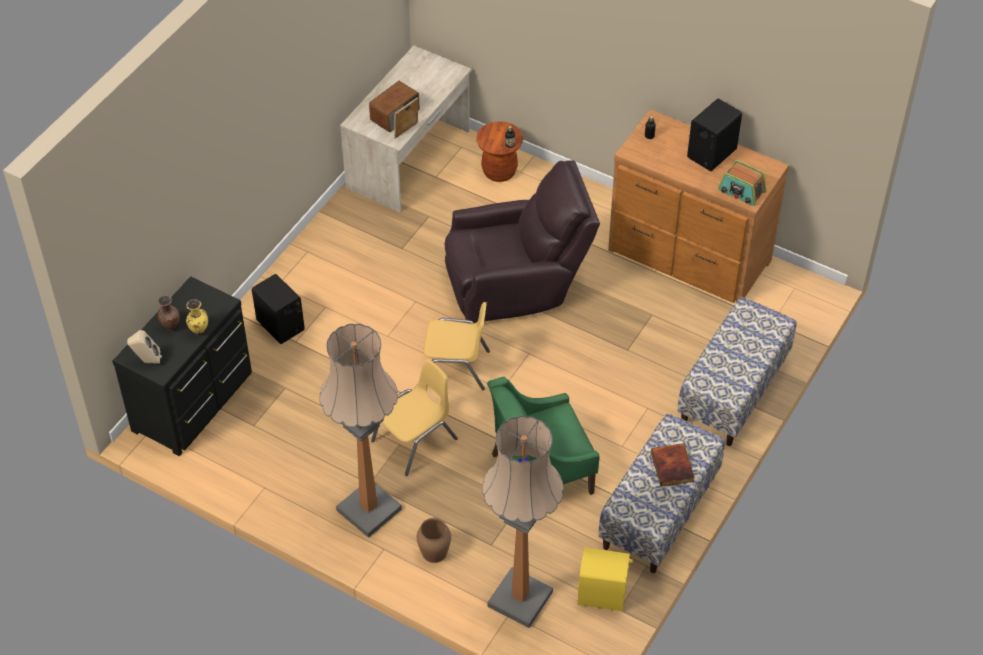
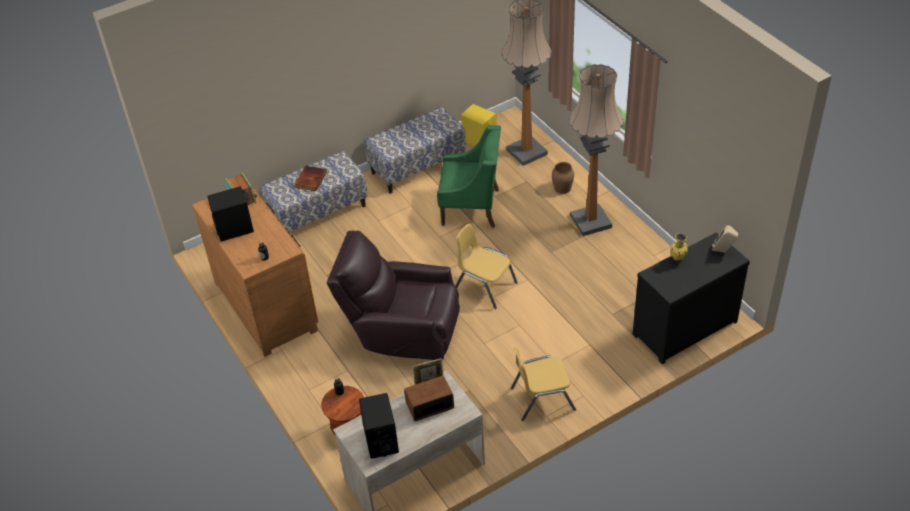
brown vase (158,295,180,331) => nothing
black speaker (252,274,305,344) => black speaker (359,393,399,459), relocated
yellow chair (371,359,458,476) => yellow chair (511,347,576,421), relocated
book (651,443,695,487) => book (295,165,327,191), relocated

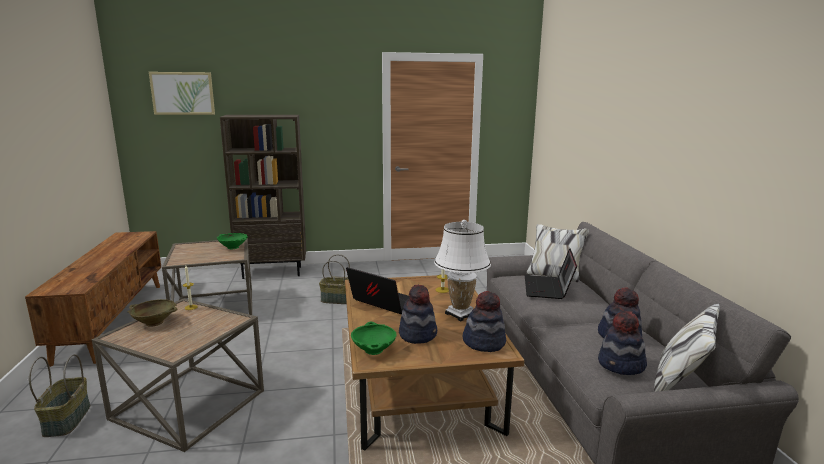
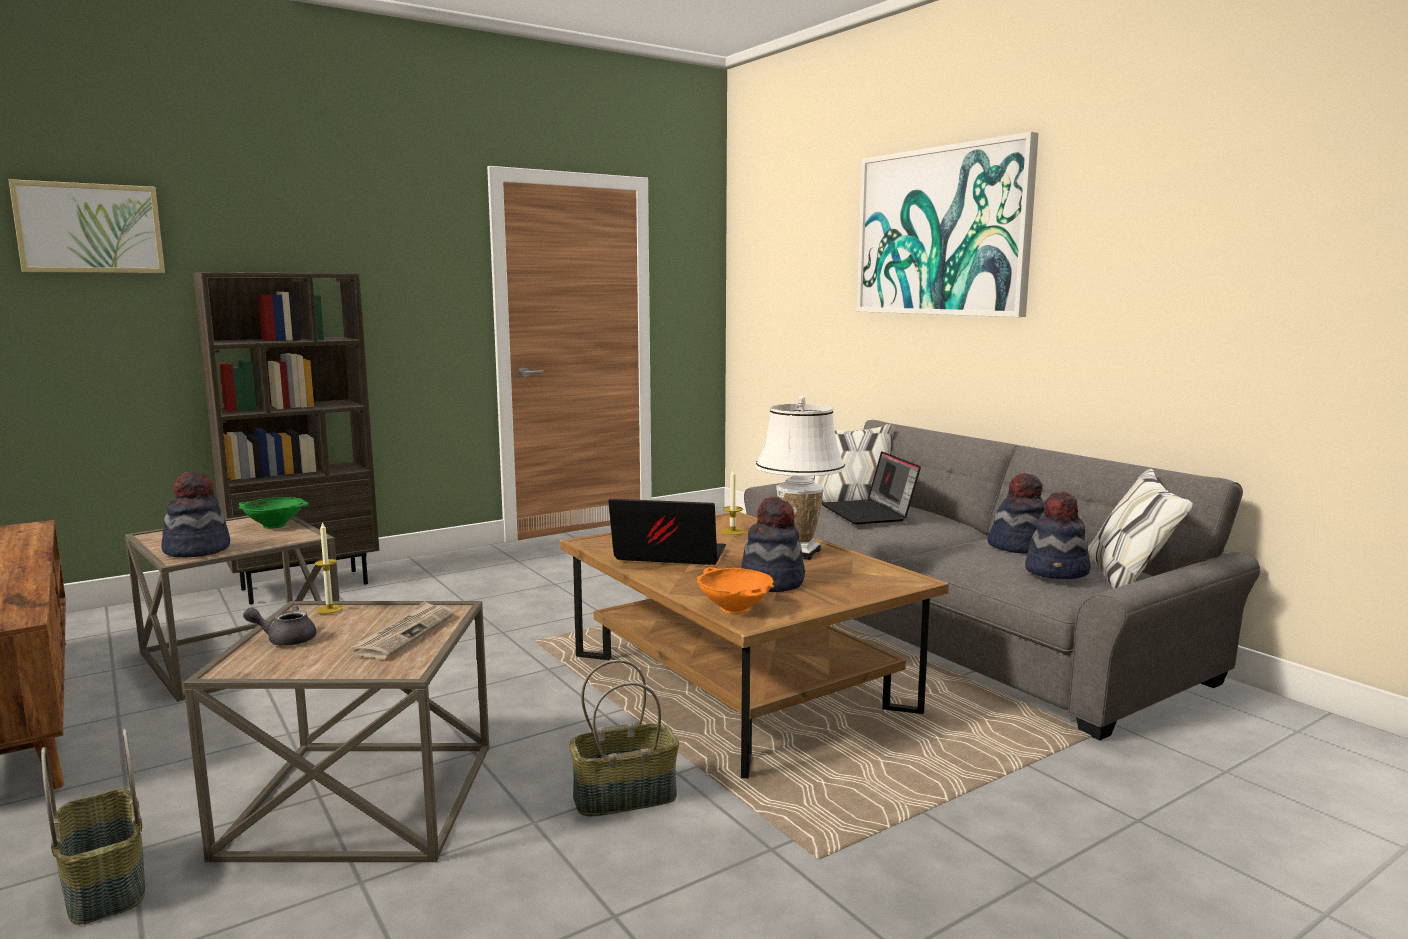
nothing => newspaper (350,601,454,659)
nothing => picture (857,132,1039,317)
basket (319,254,350,304) => basket (569,660,679,817), relocated
hat (463,291,506,352) => hat (161,472,230,557), relocated
beige bowl (127,299,177,327) => grey teapot (243,605,316,646)
green bowl (351,321,397,355) => orange bowl (697,567,774,614)

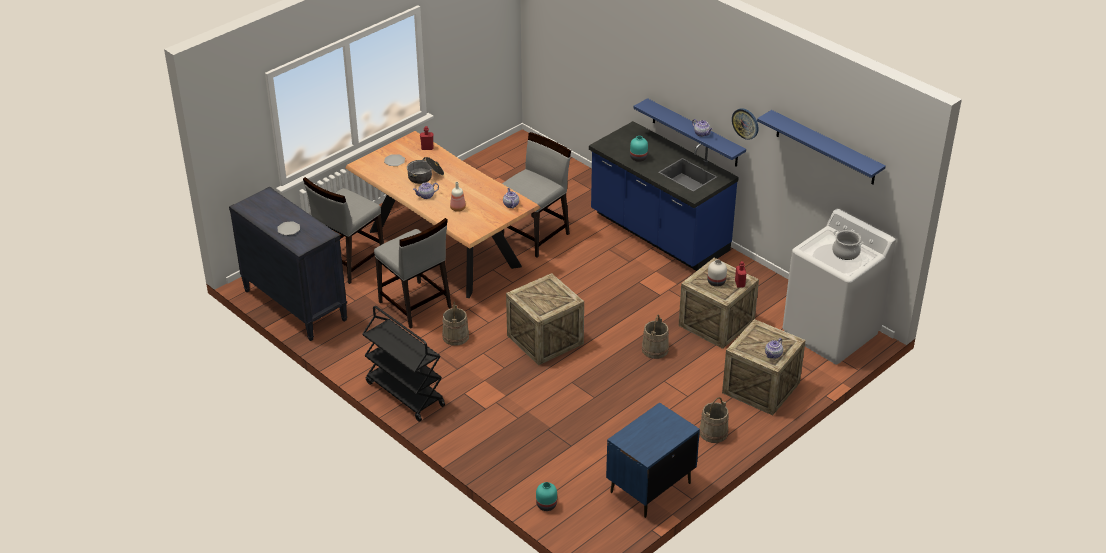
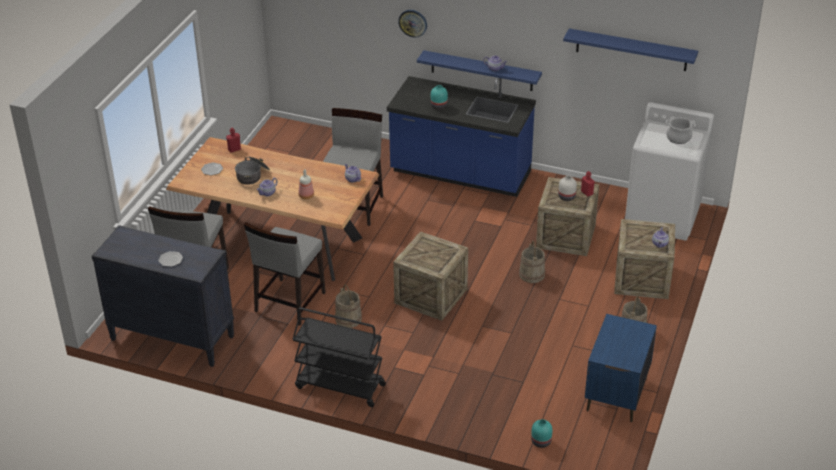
wall clock (732,108,758,140) => wall clock (398,10,427,38), relocated
grey chair (374,218,452,329) => grey chair (244,222,326,326), 90 degrees clockwise

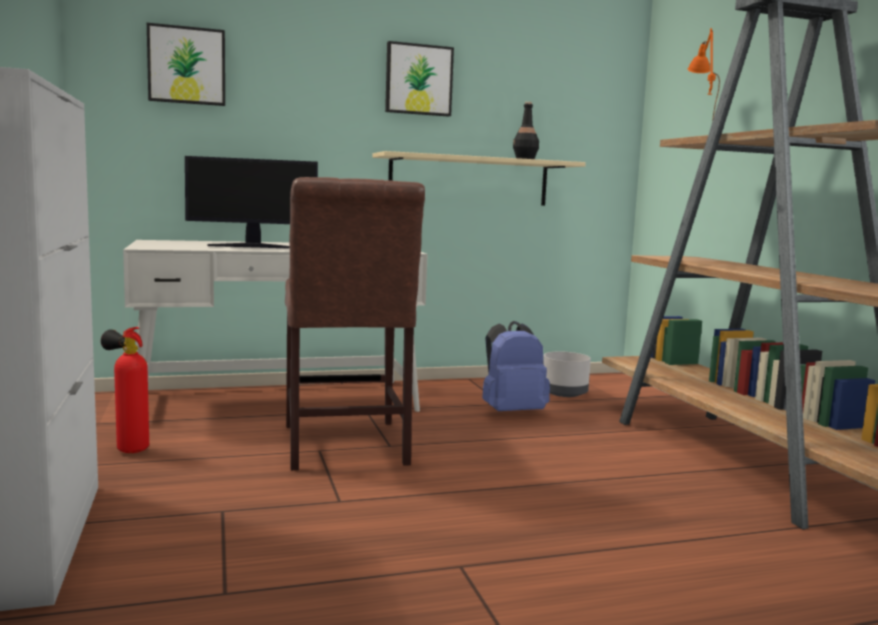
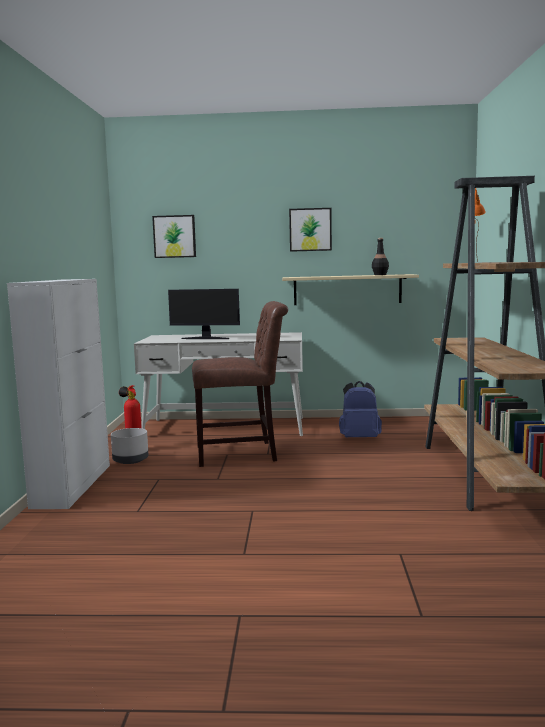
grey planter (543,351,591,397) => grey planter (111,428,149,464), relocated
brown chair (285,177,425,471) => brown chair (192,301,288,467), 105 degrees counterclockwise

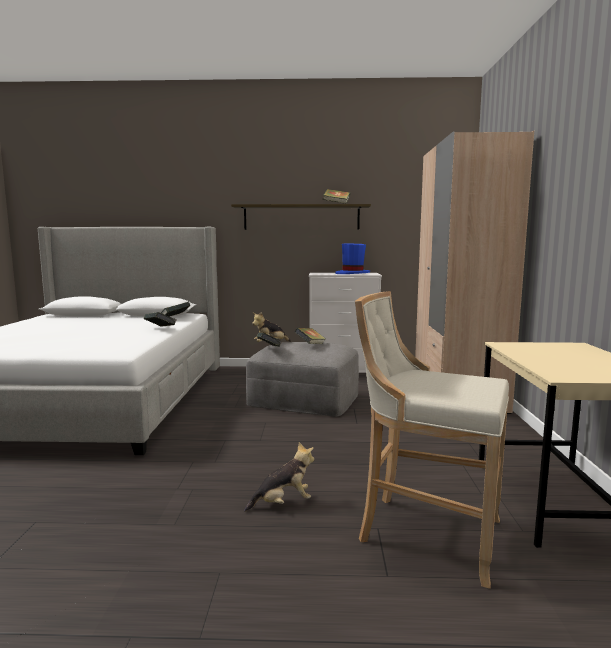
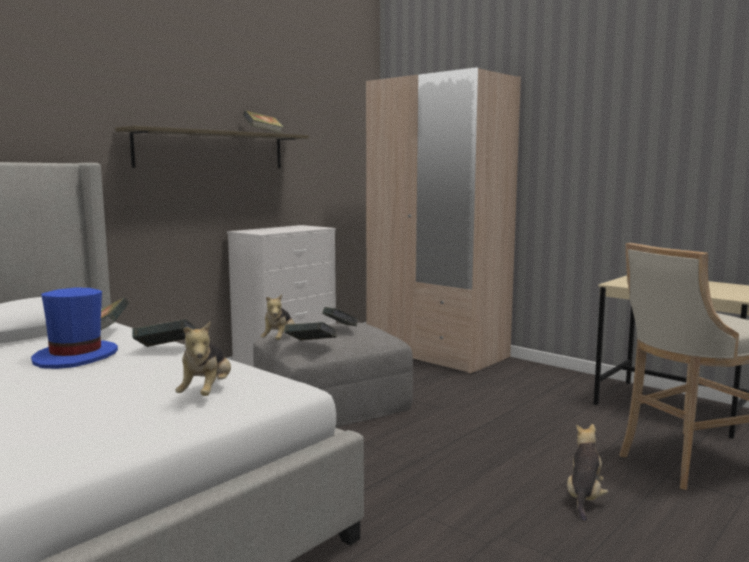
nothing => plush toy (175,322,231,396)
blue hat (335,243,370,274) => blue hat (31,287,118,369), relocated

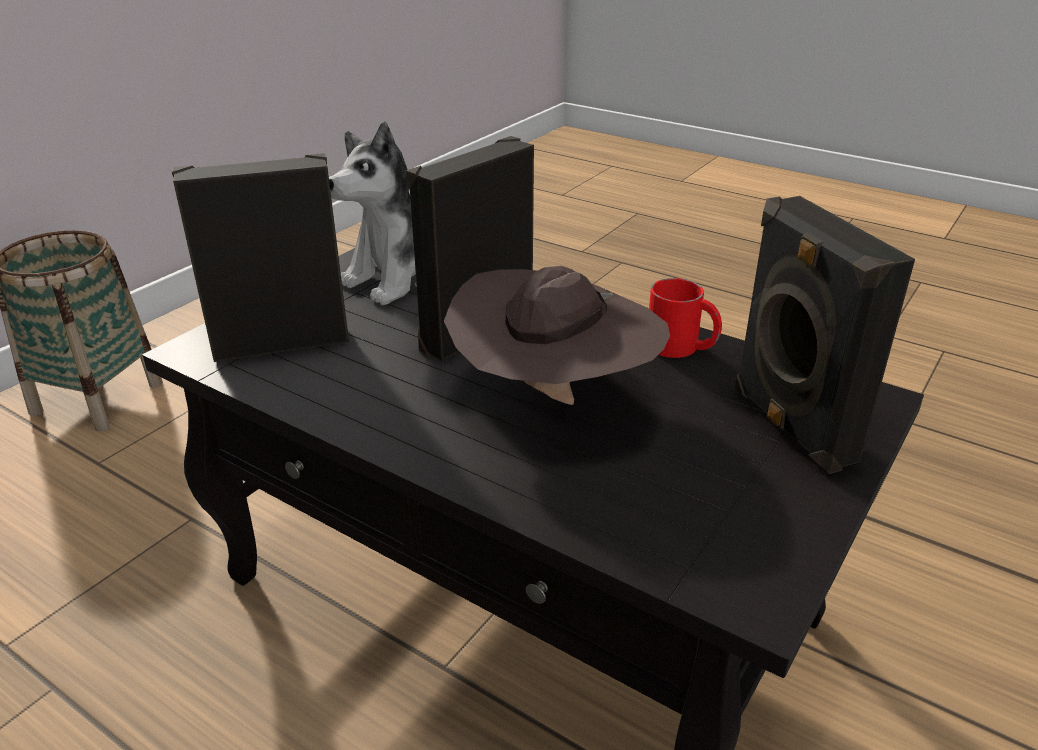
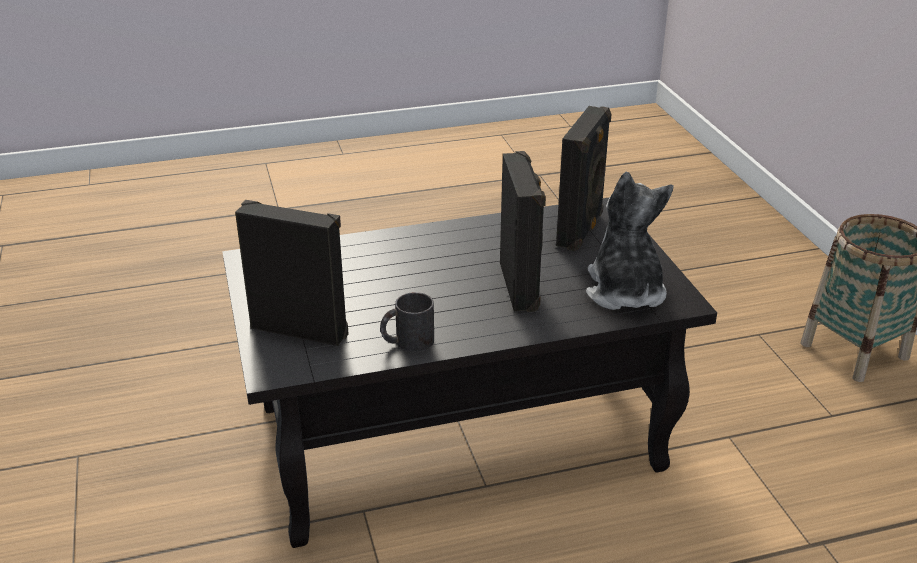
brown hat (444,266,670,405) => nothing
red mug (649,278,722,358) => black mug (380,292,434,352)

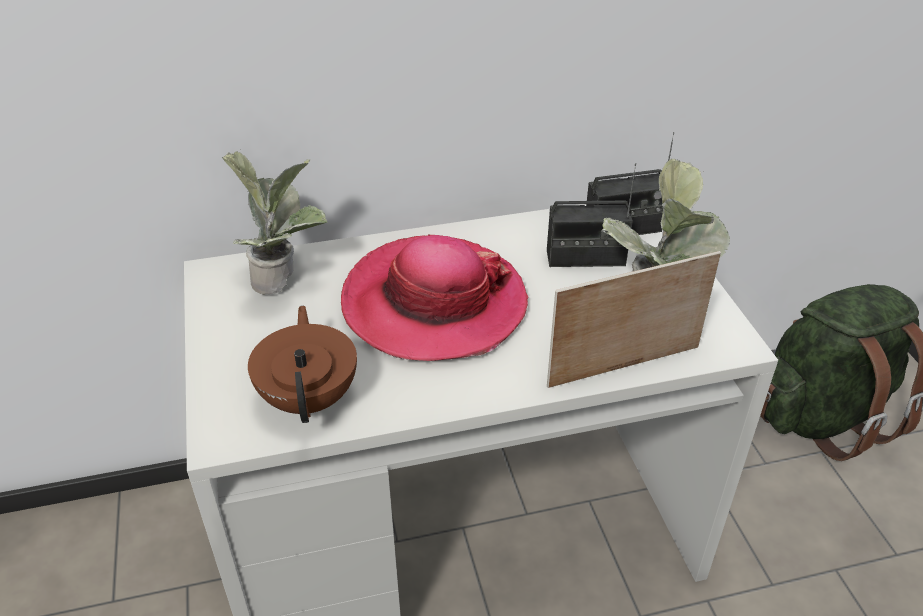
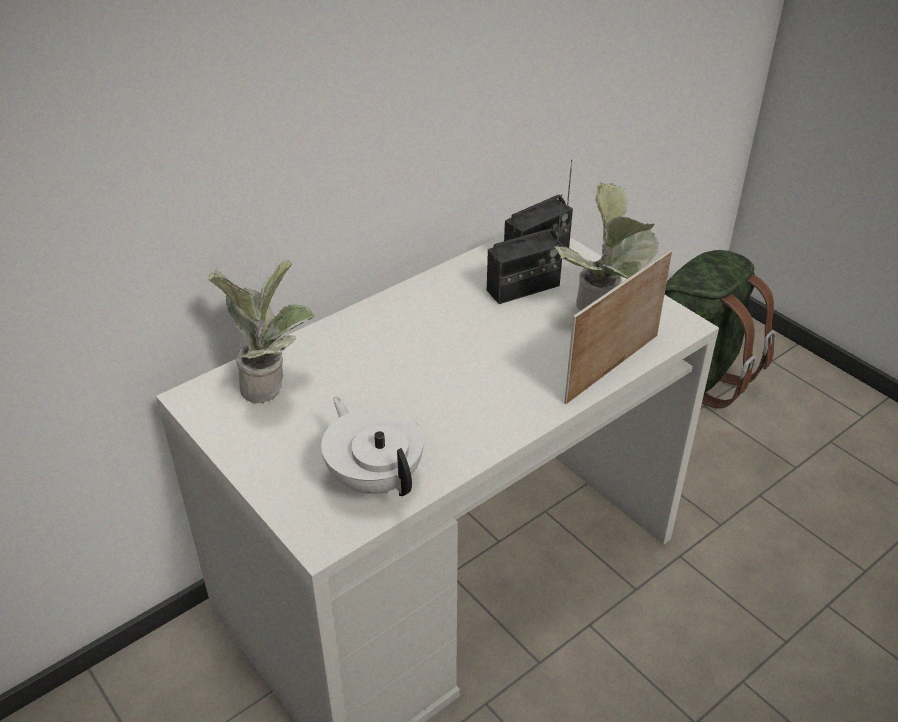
hat (341,235,528,361) => nothing
brown teapot (248,305,357,423) => white teapot (321,397,424,496)

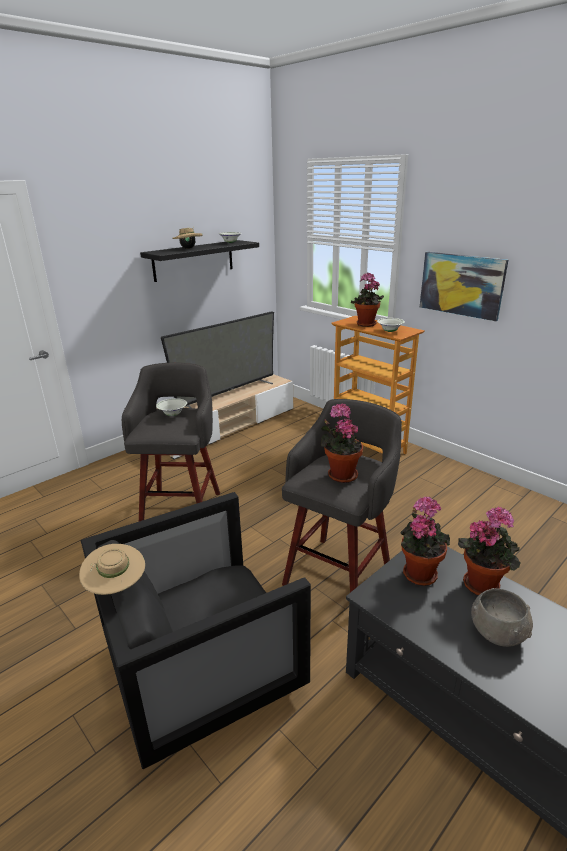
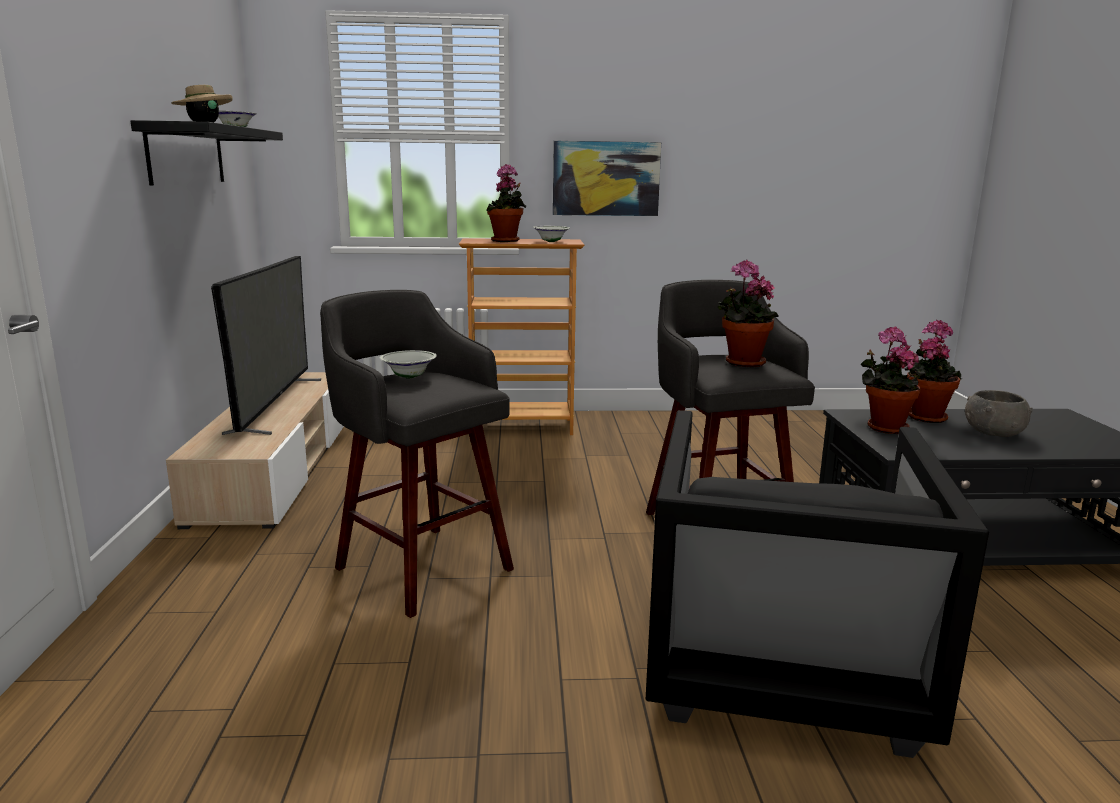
beige hat (79,544,145,595) => nothing

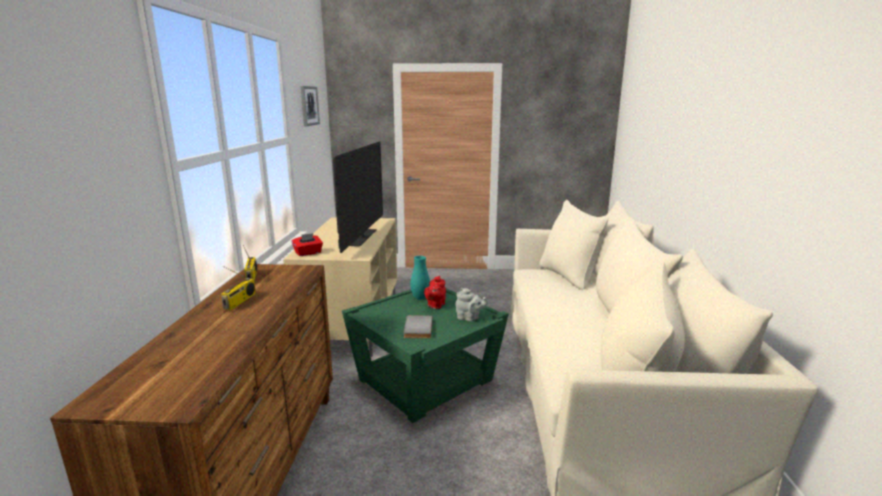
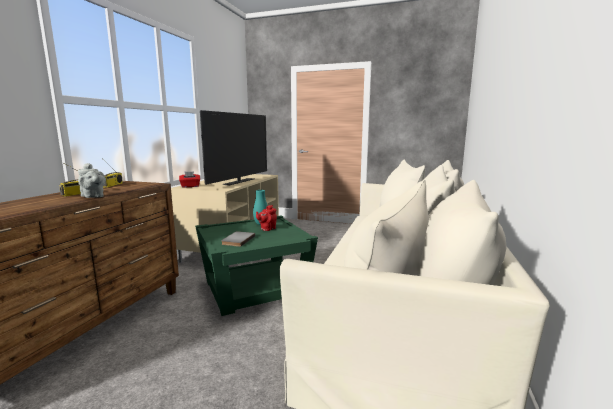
picture (301,86,320,126) => nothing
grey teapot (456,288,488,321) => grey teapot (78,163,106,198), relocated

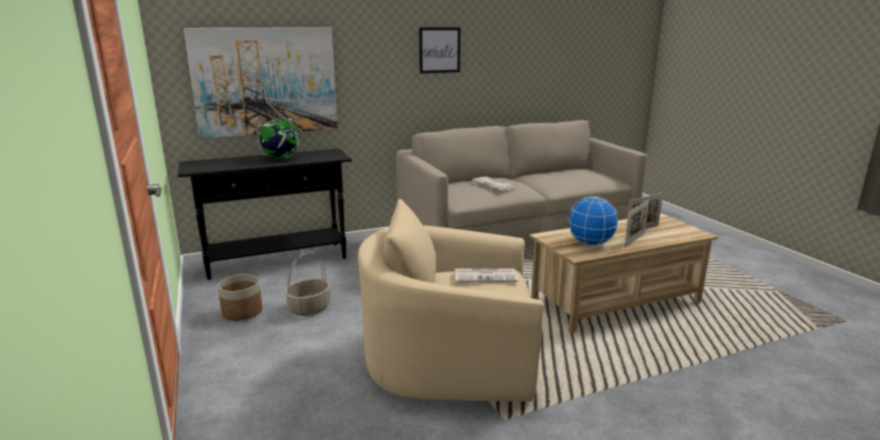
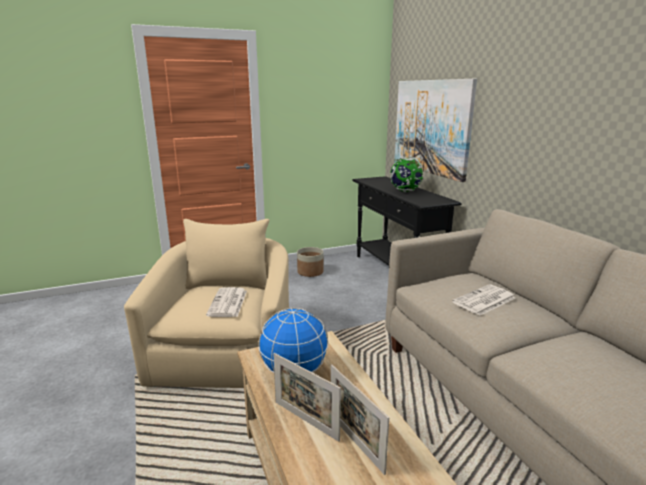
basket (285,251,331,316) => nothing
picture (419,27,460,73) => nothing

